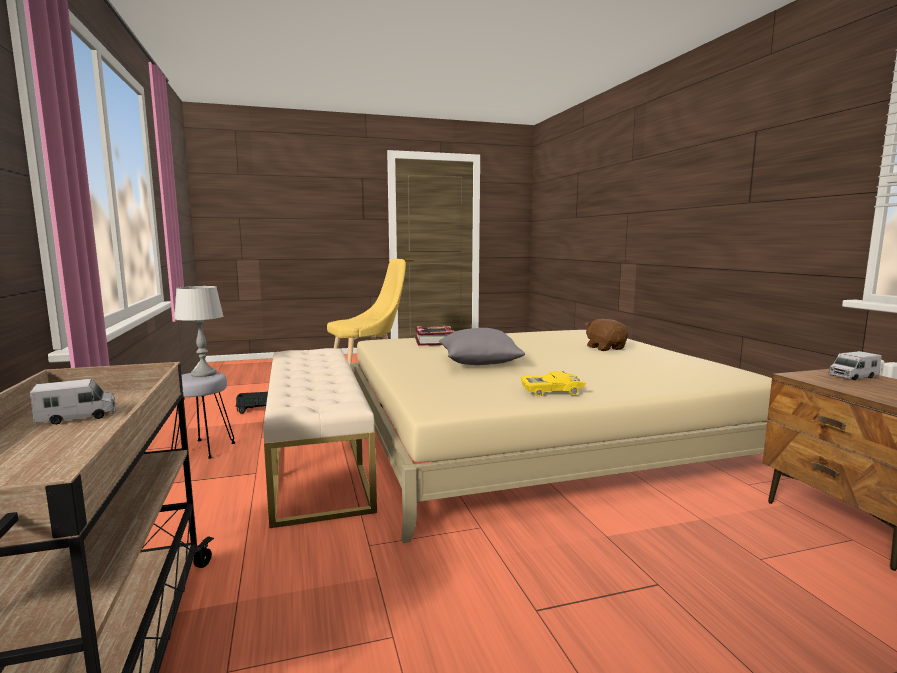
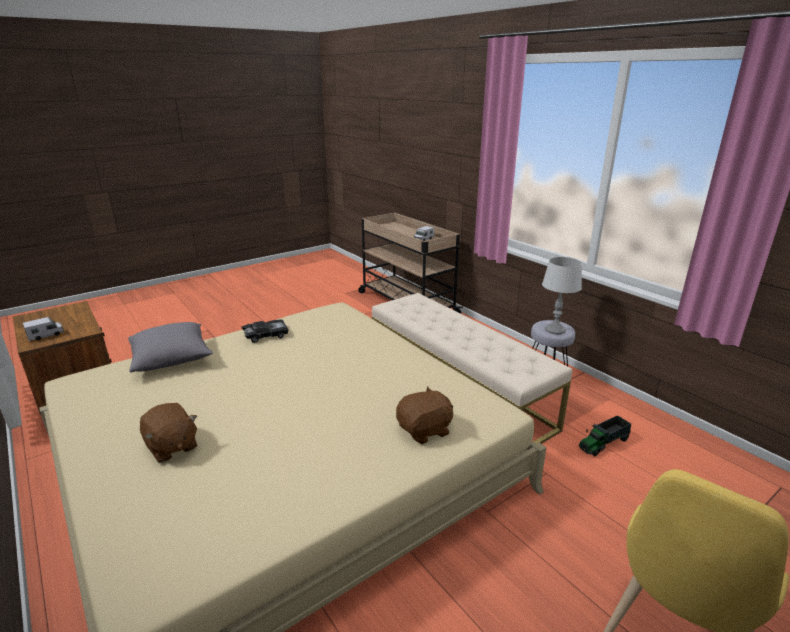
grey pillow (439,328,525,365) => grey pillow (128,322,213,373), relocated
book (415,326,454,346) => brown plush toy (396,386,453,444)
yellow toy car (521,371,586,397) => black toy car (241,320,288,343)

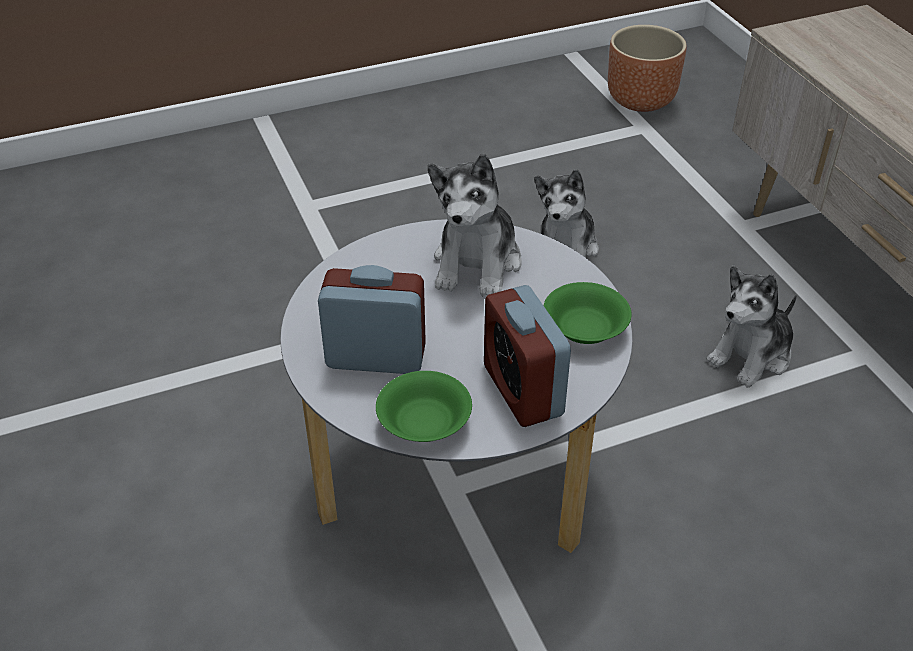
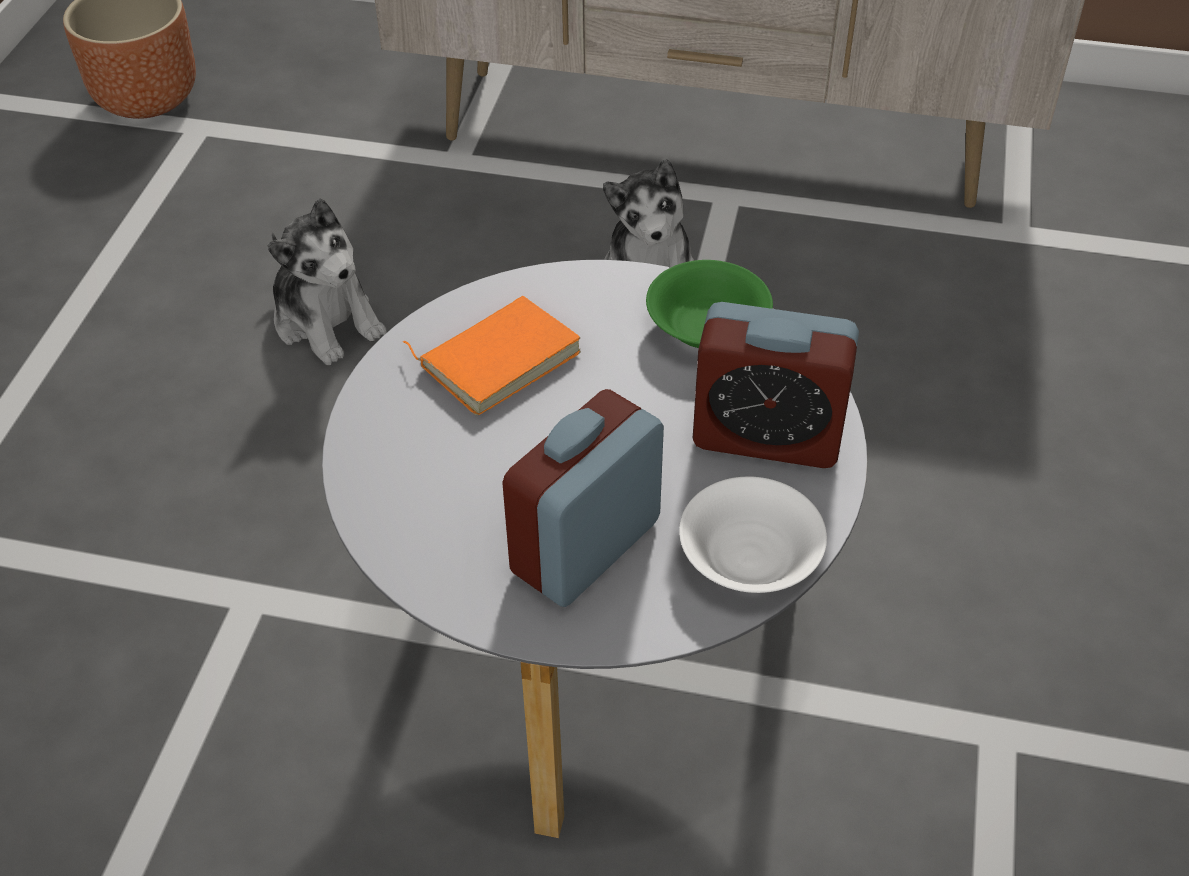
plush toy (428,154,522,296) => orange book (403,296,581,415)
green bowl (376,371,472,442) => white bowl (679,477,827,593)

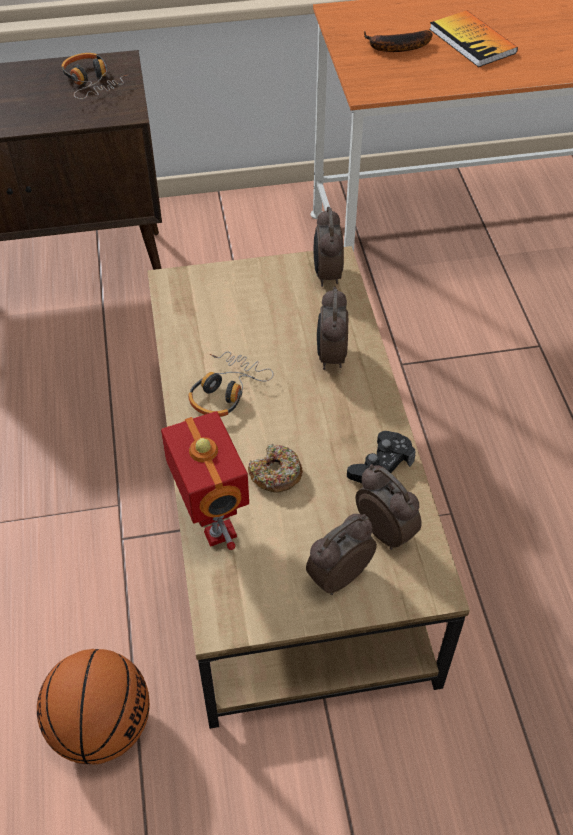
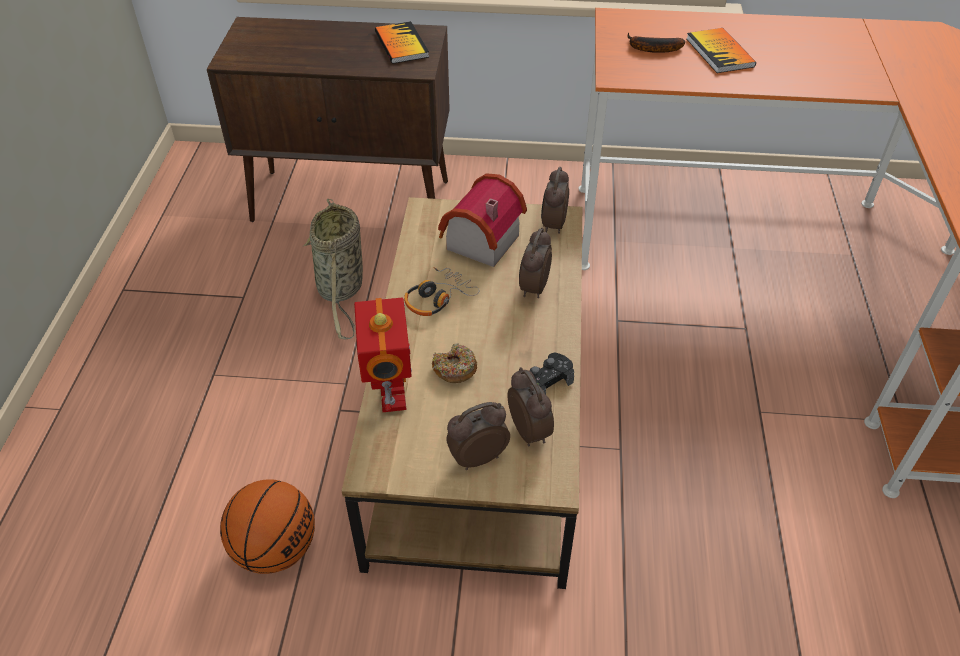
nothing => basket (303,199,363,339)
nothing => toy house (438,173,527,267)
headphones (61,53,129,99) => book (375,21,429,64)

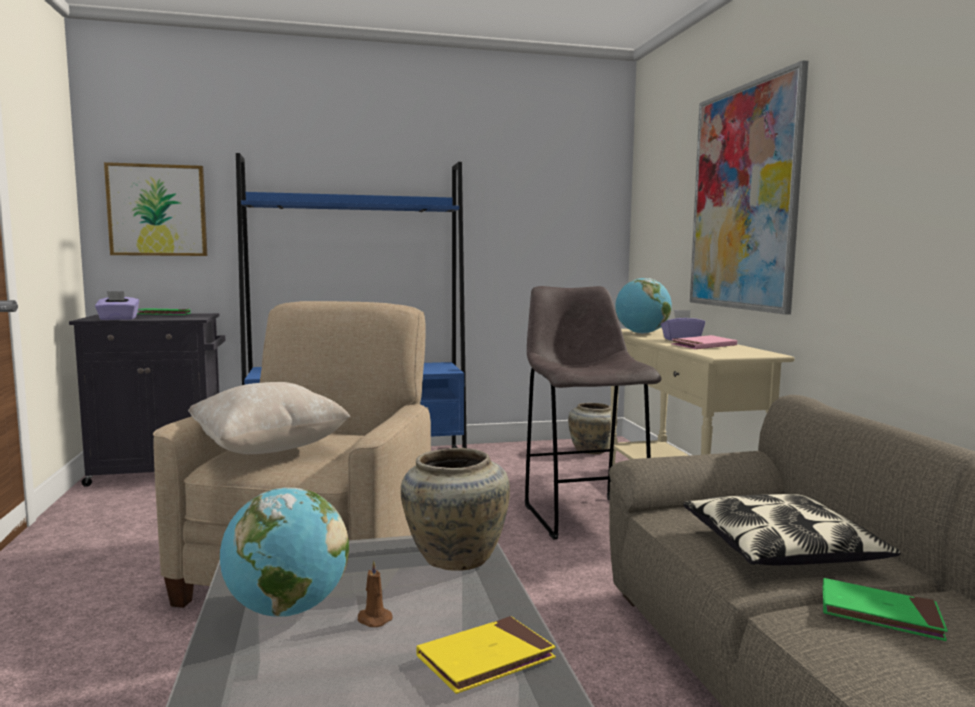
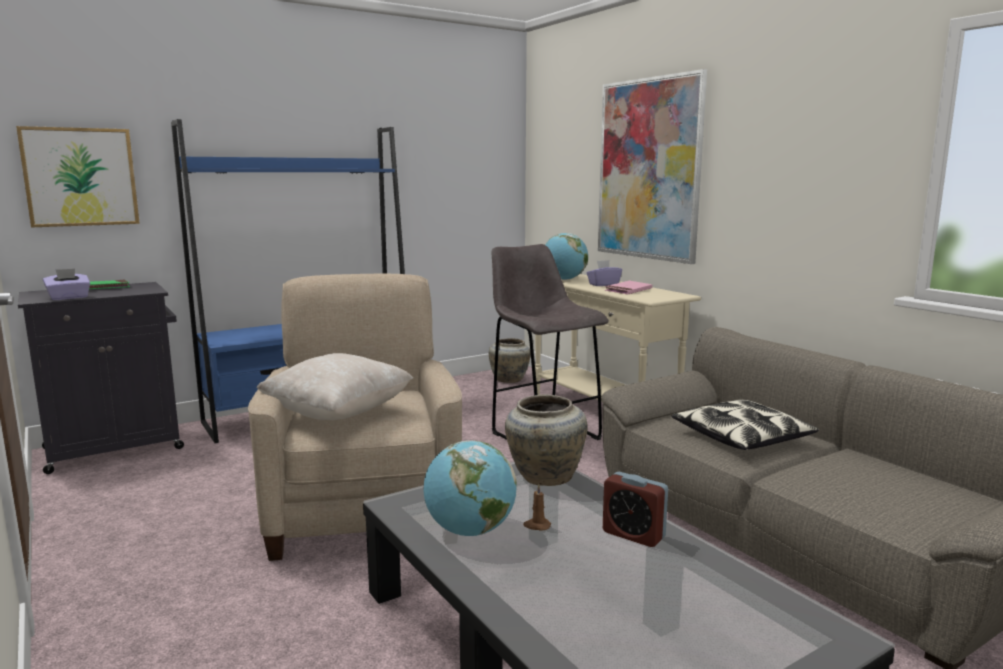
green book (823,578,948,641) => nothing
yellow book (416,616,556,694) => alarm clock (603,472,668,547)

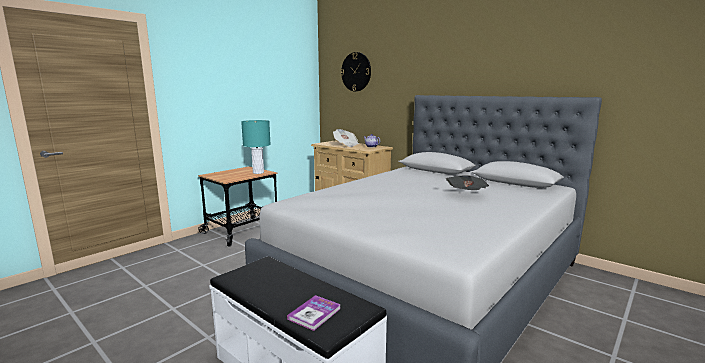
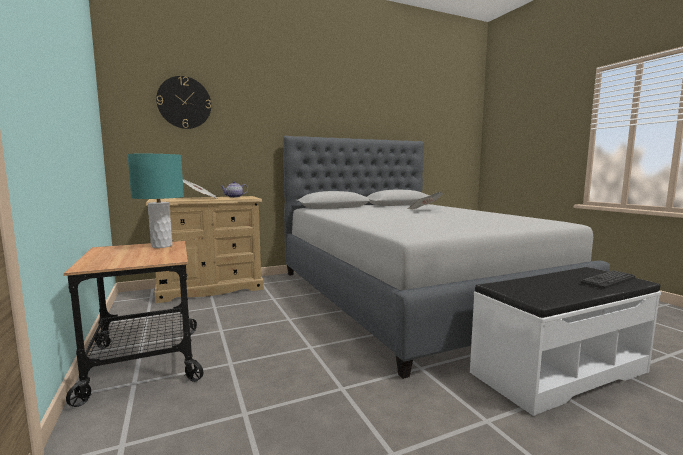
book (287,295,341,331) => keyboard (581,270,635,289)

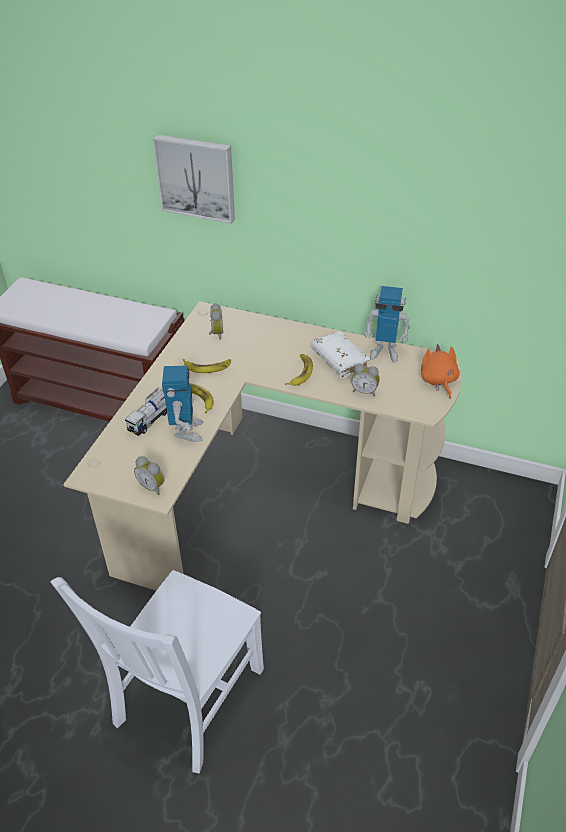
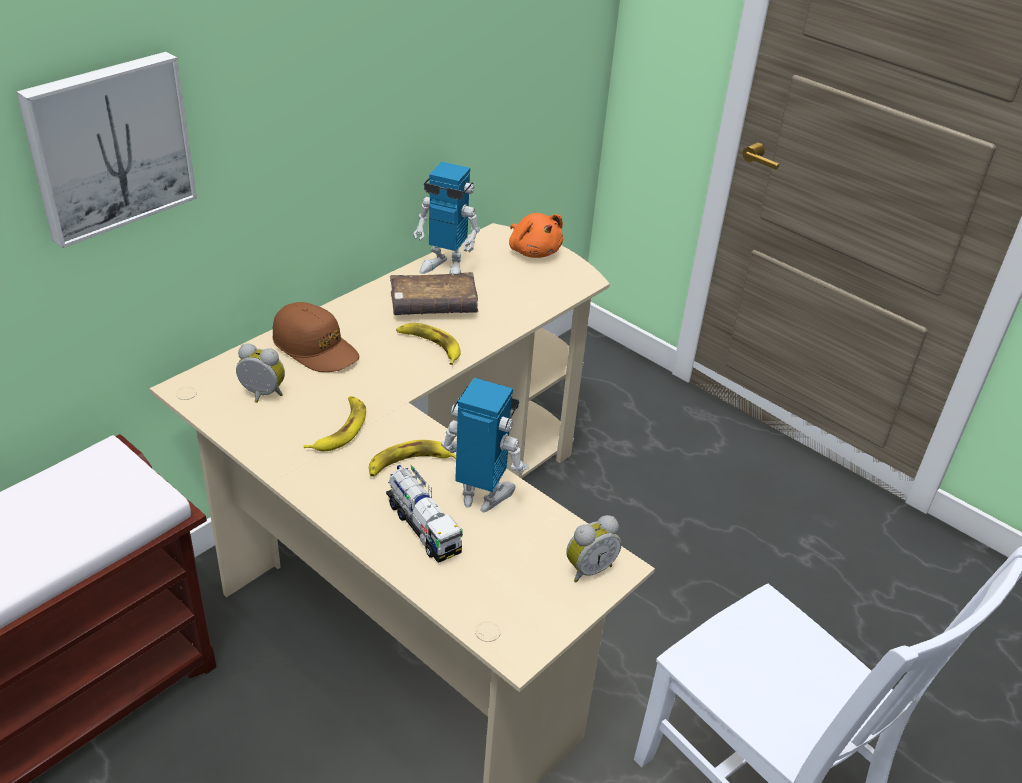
alarm clock (351,364,380,396) => nothing
nothing => brown cap (273,302,359,372)
white book (311,331,371,377) => brown book (390,272,478,315)
toy robot (364,286,410,363) => toy robot (413,162,480,274), 75 degrees clockwise
orange plush toy (421,344,460,399) => orange plush toy (509,213,563,258), 135 degrees counterclockwise

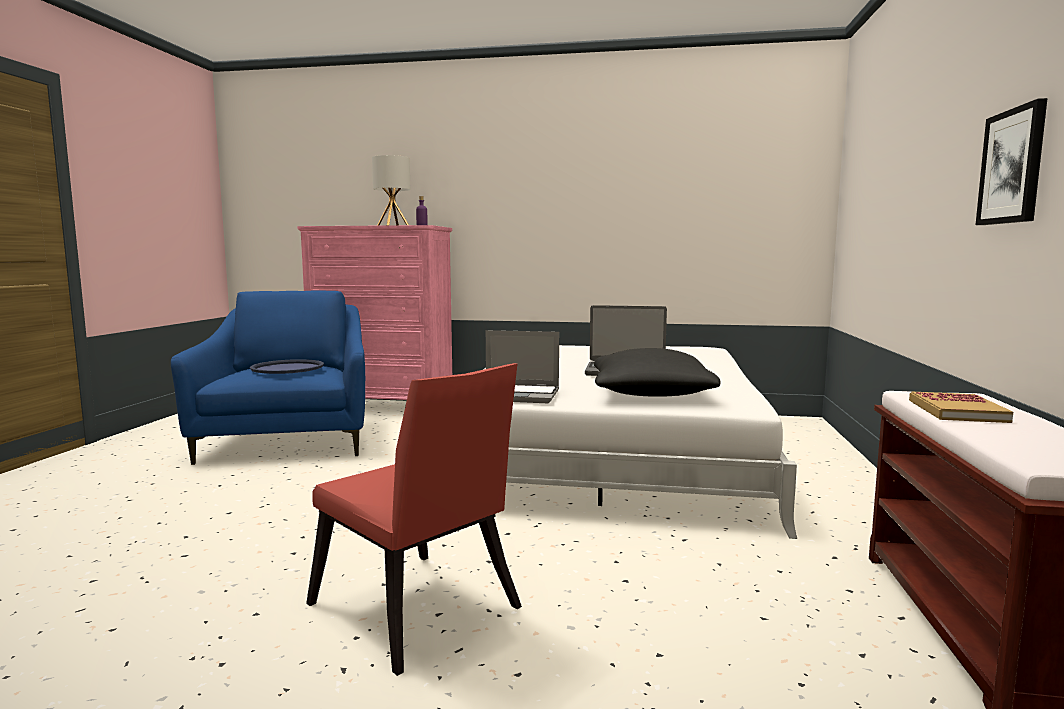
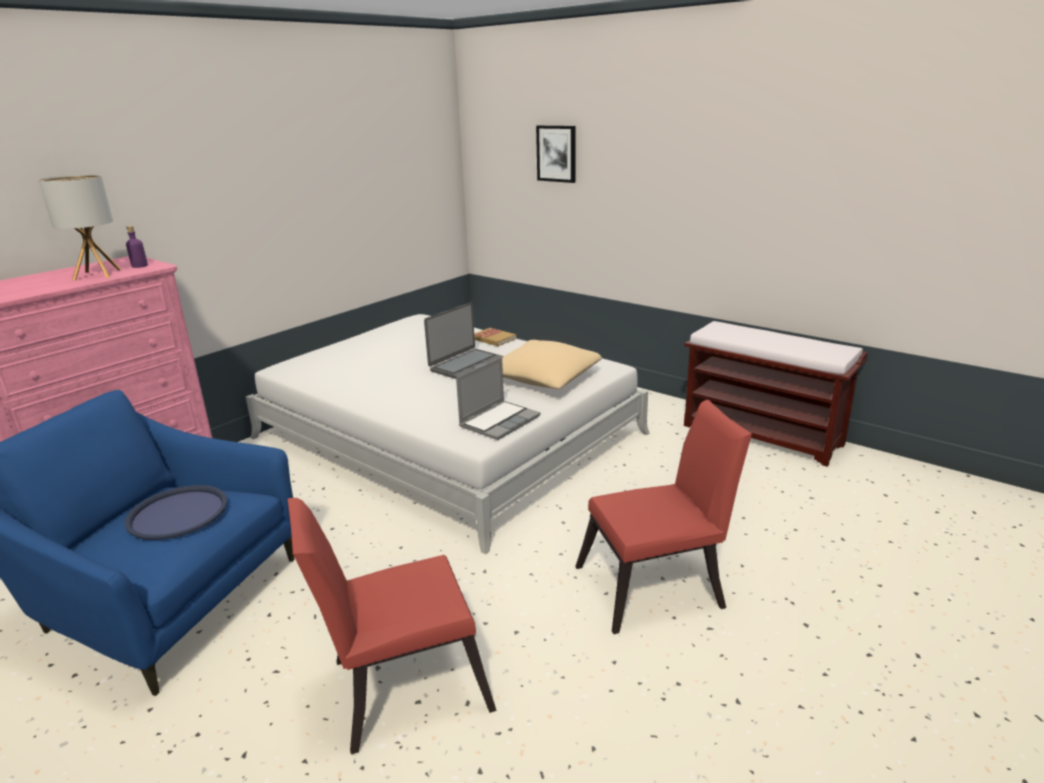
nothing => red chair (288,498,496,754)
book (909,391,1013,423) => book (474,328,516,346), relocated
picture (976,98,1047,225) => picture (536,125,576,183), relocated
black pillow (594,348,721,397) => beige pillow (502,340,602,389)

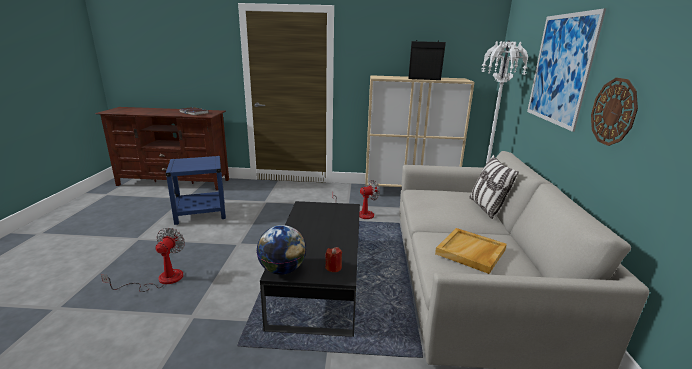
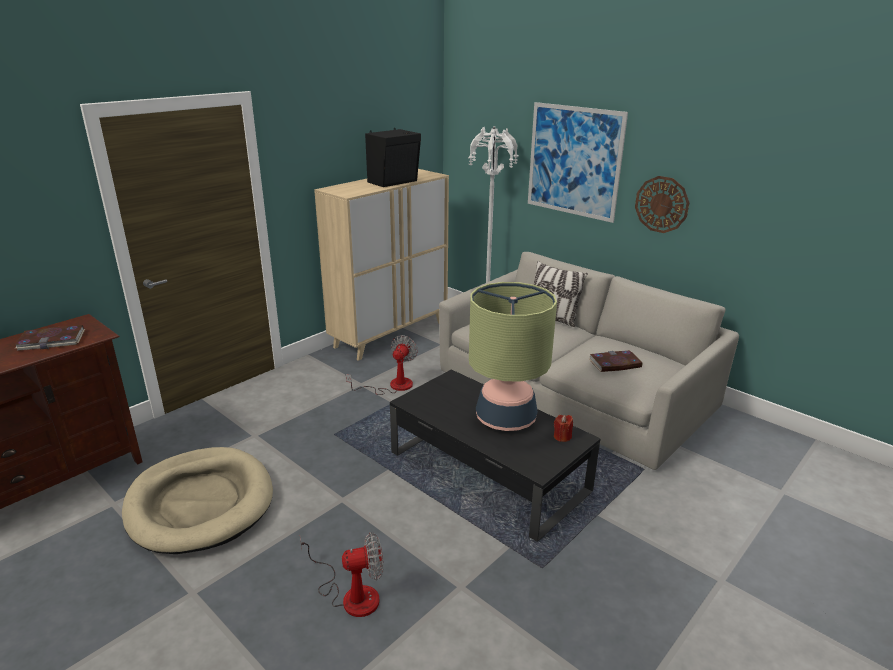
globe (256,225,306,275) => nothing
nothing => table lamp (469,282,557,431)
blue side table (165,156,226,225) => beige dog bed (122,447,273,554)
beige tray (435,228,507,274) => book (588,350,643,372)
fan (101,228,185,292) => fan (300,532,383,617), 120 degrees clockwise

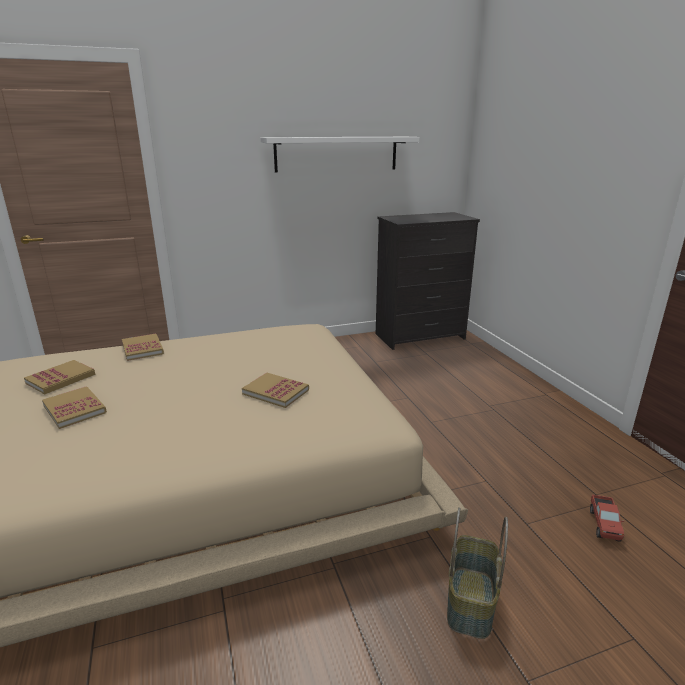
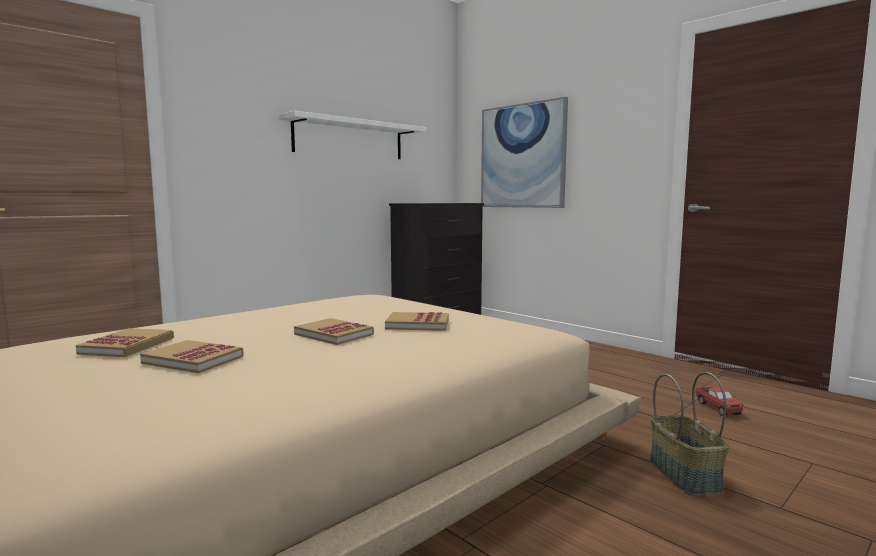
nothing => picture (481,97,568,208)
book (122,334,164,361) => book (294,318,374,345), relocated

